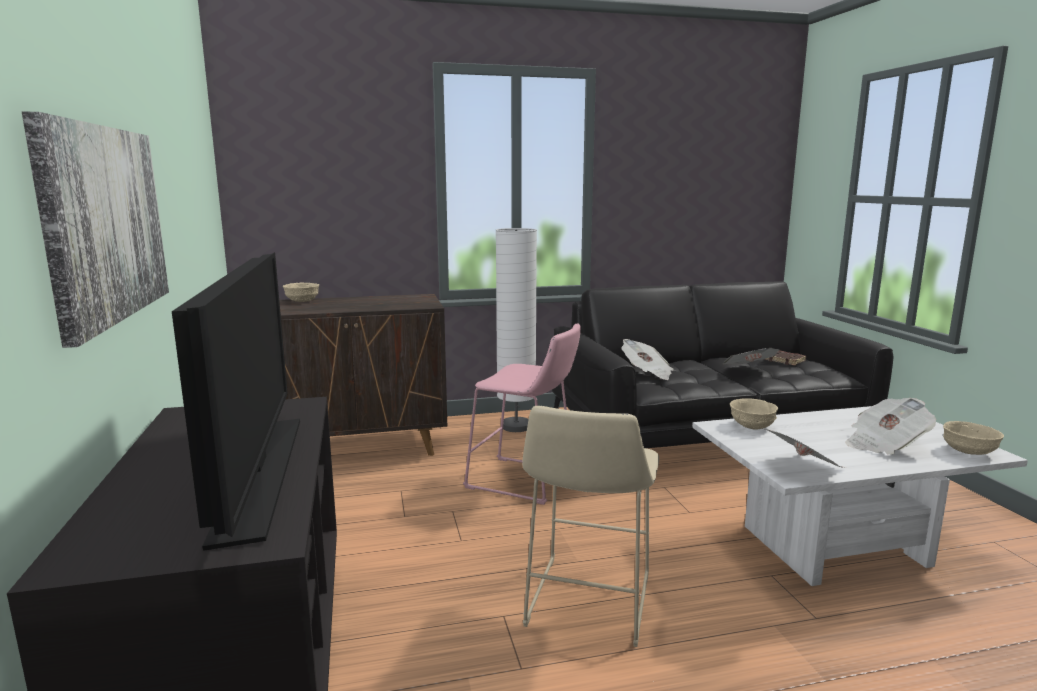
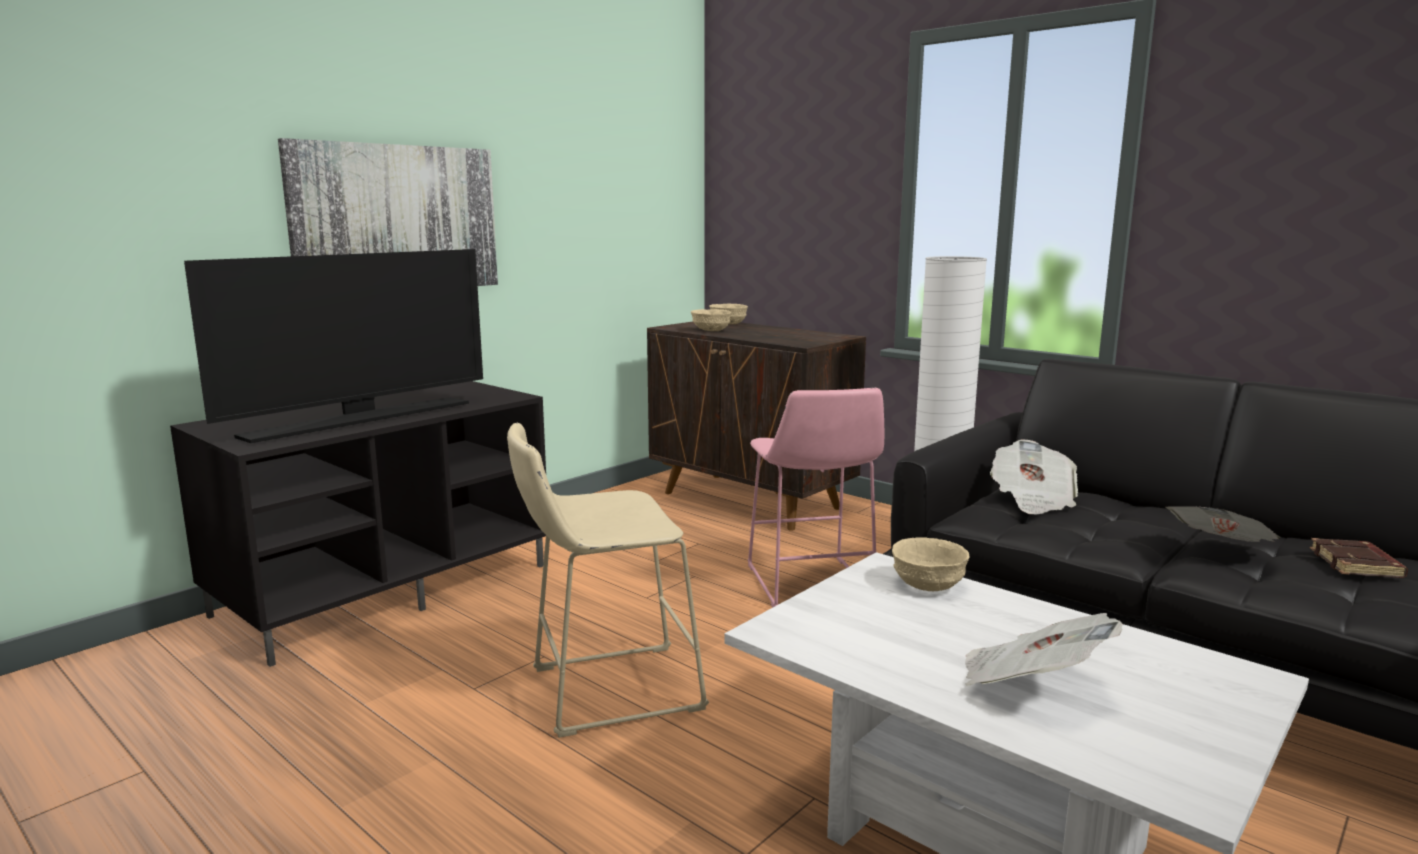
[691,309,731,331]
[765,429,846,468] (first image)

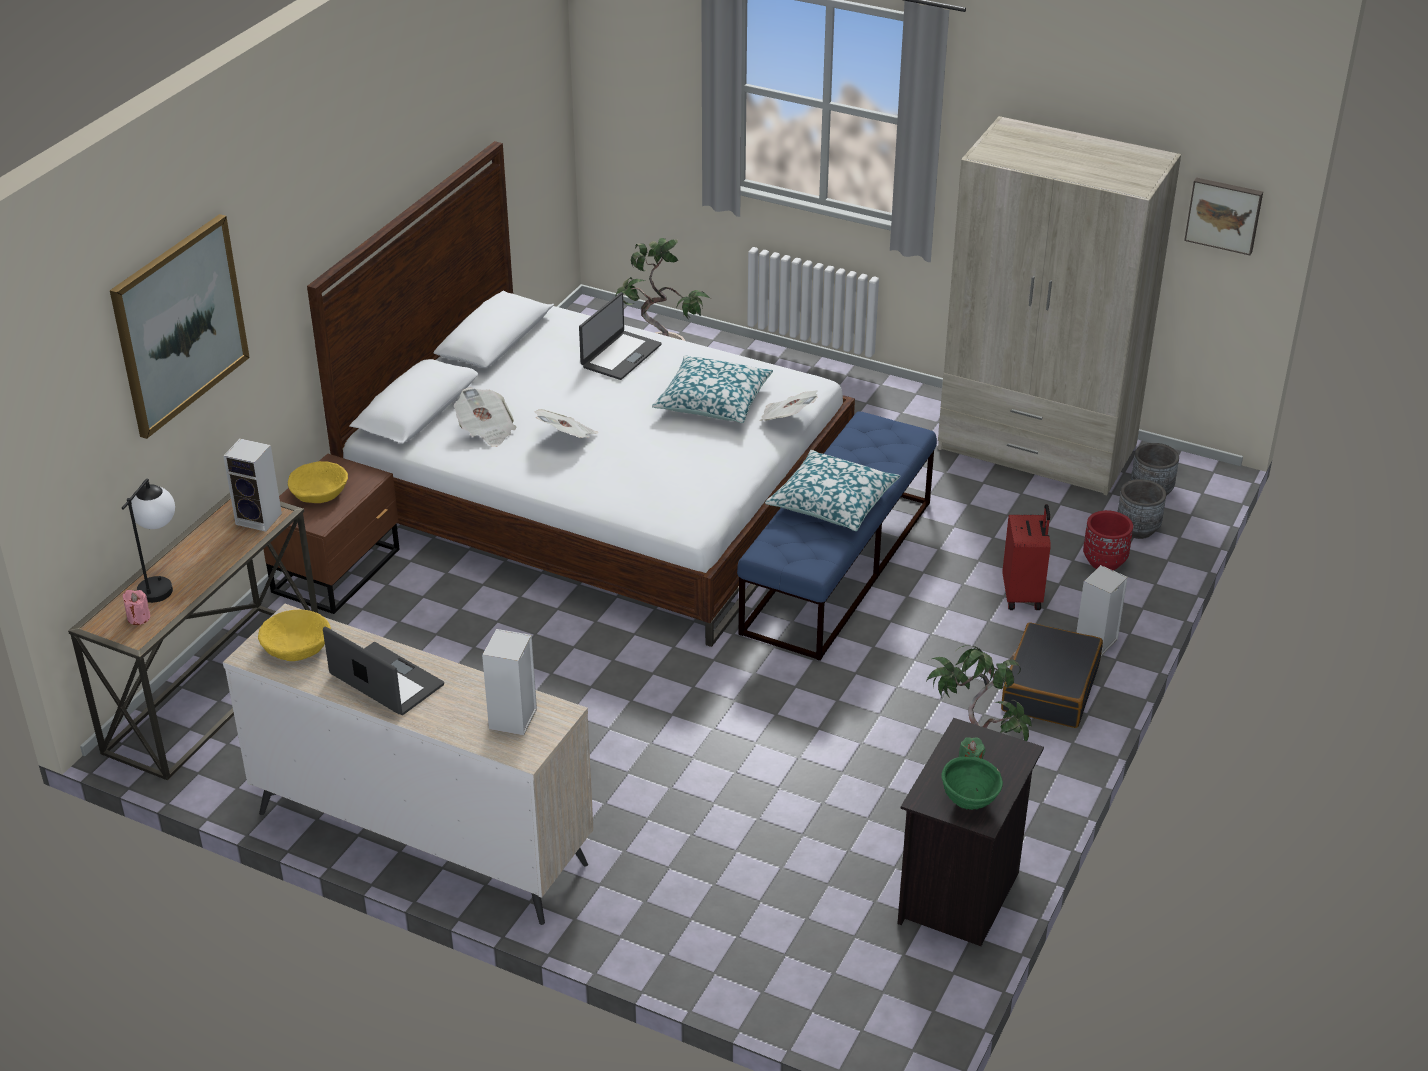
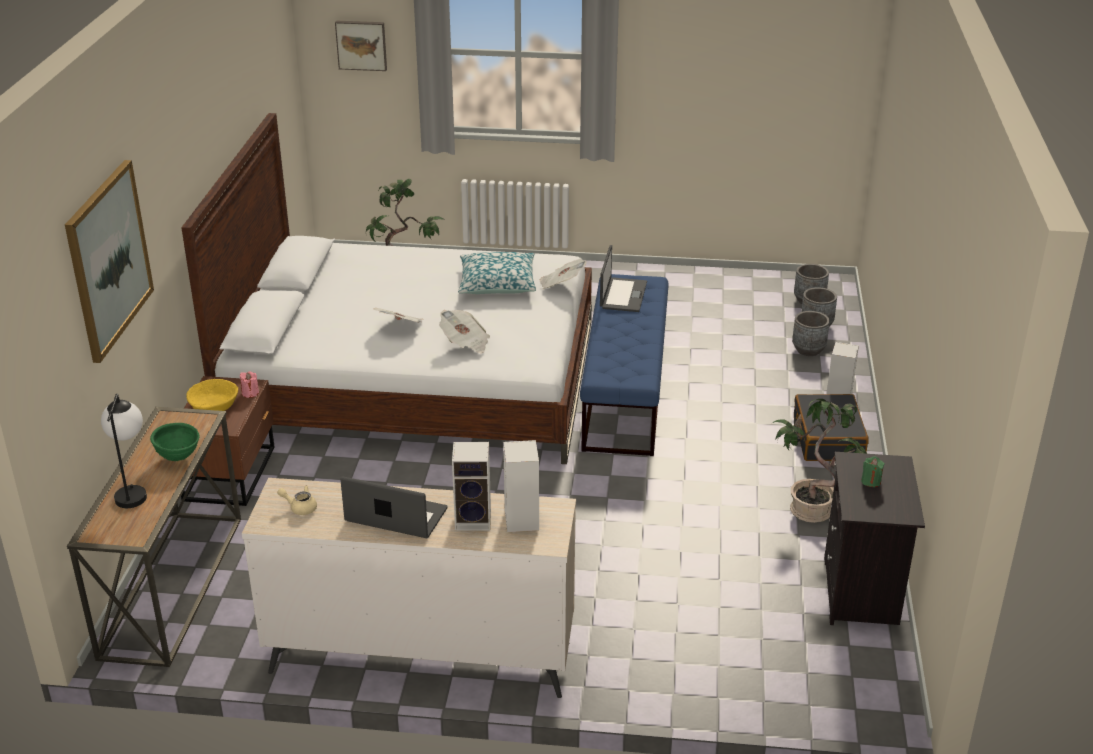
[150,423,200,461]
[240,371,259,398]
[277,485,317,515]
[335,21,387,71]
[439,310,490,353]
[452,442,491,531]
[600,245,647,312]
[792,311,830,356]
[765,450,900,531] (first image)
[938,116,1181,495] (first image)
[1003,504,1051,610] (first image)

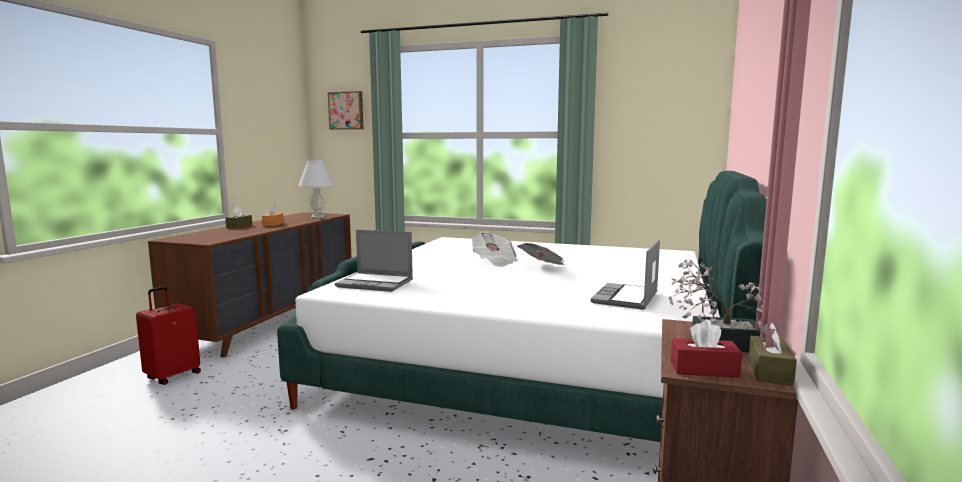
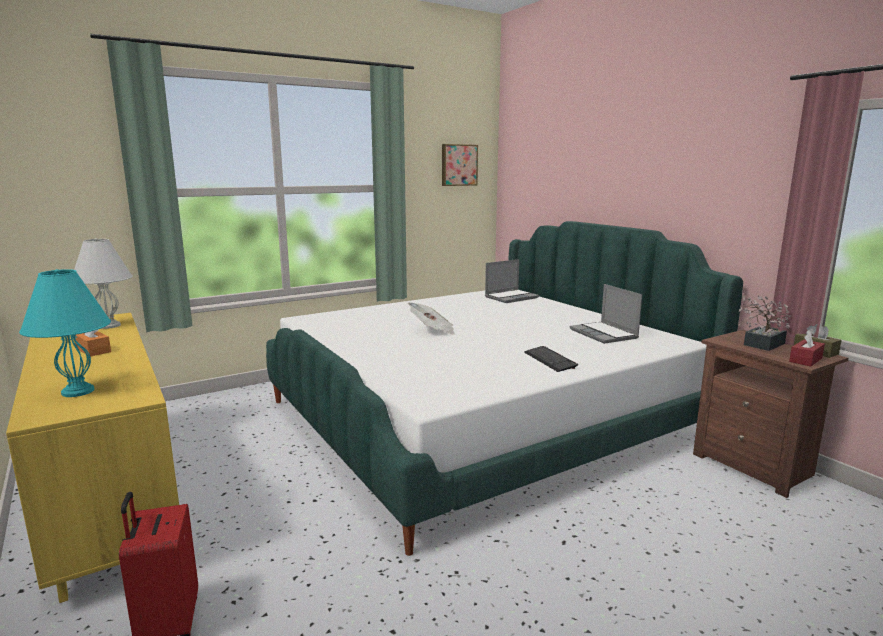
[6,313,179,603]
[19,269,111,397]
[442,144,478,186]
[485,259,539,303]
[524,346,578,372]
[225,206,252,229] (first image)
[517,243,565,265] (first image)

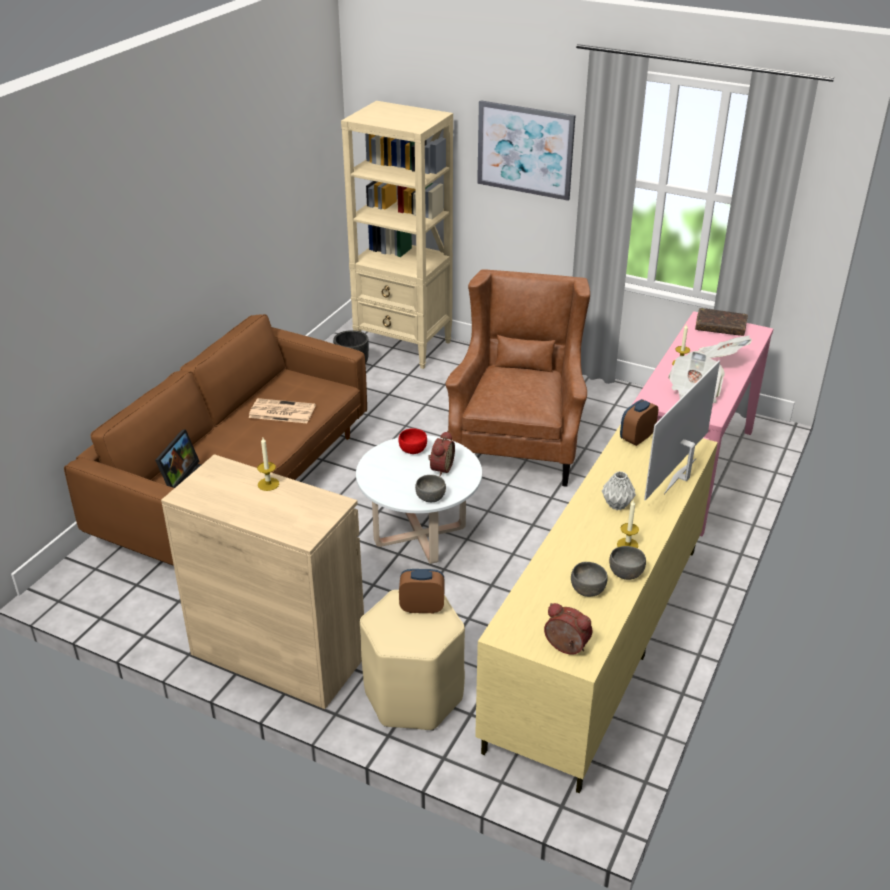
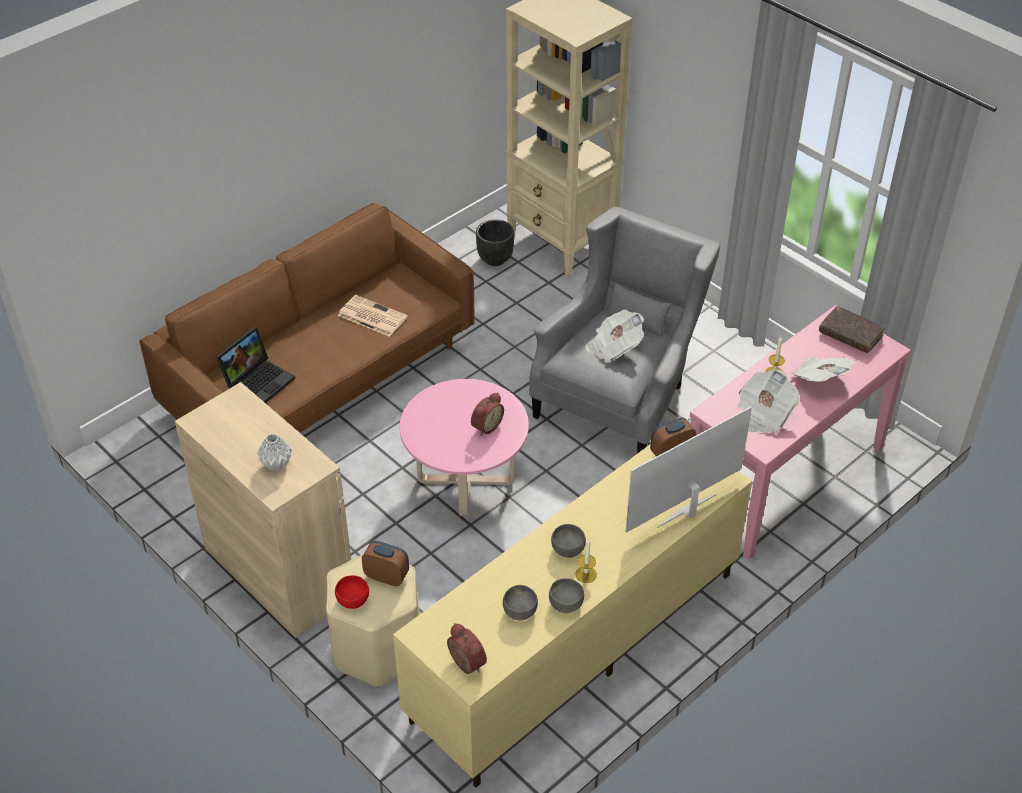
[257,434,292,471]
[335,575,369,609]
[400,379,529,516]
[529,207,720,454]
[551,524,586,558]
[585,309,644,363]
[257,438,279,491] (first image)
[477,100,575,201] (first image)

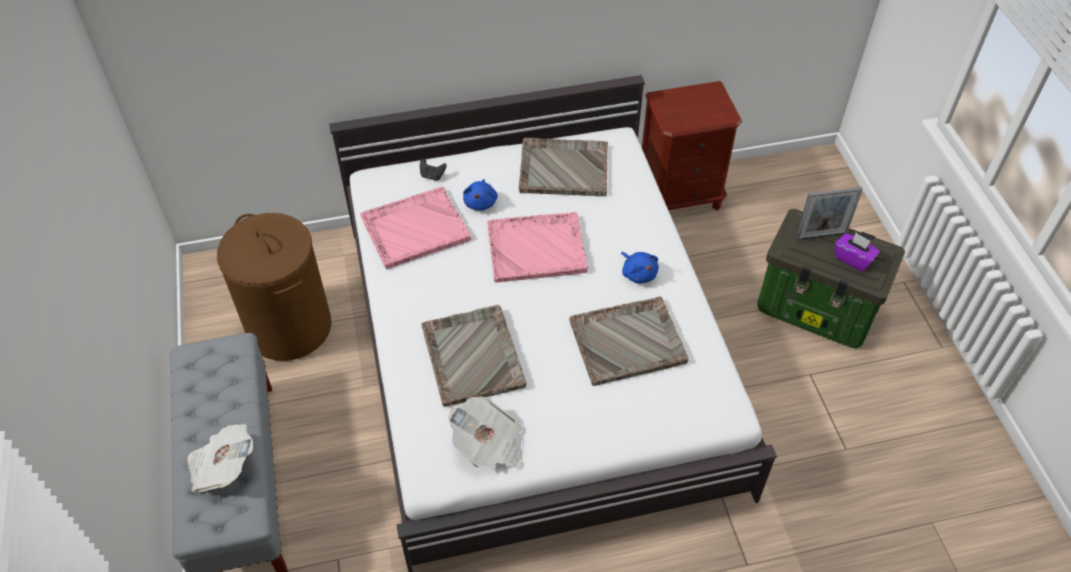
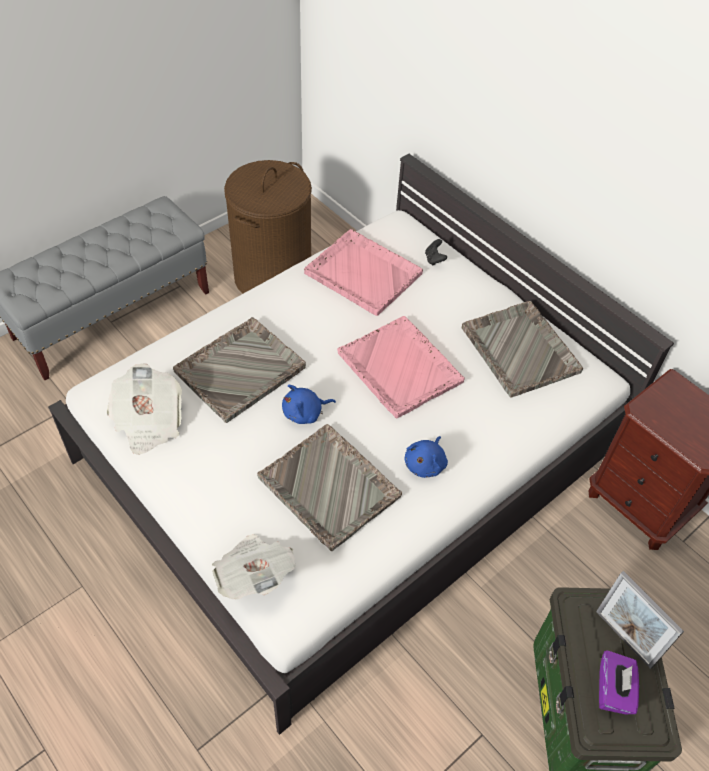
[212,534,296,600]
[282,384,336,424]

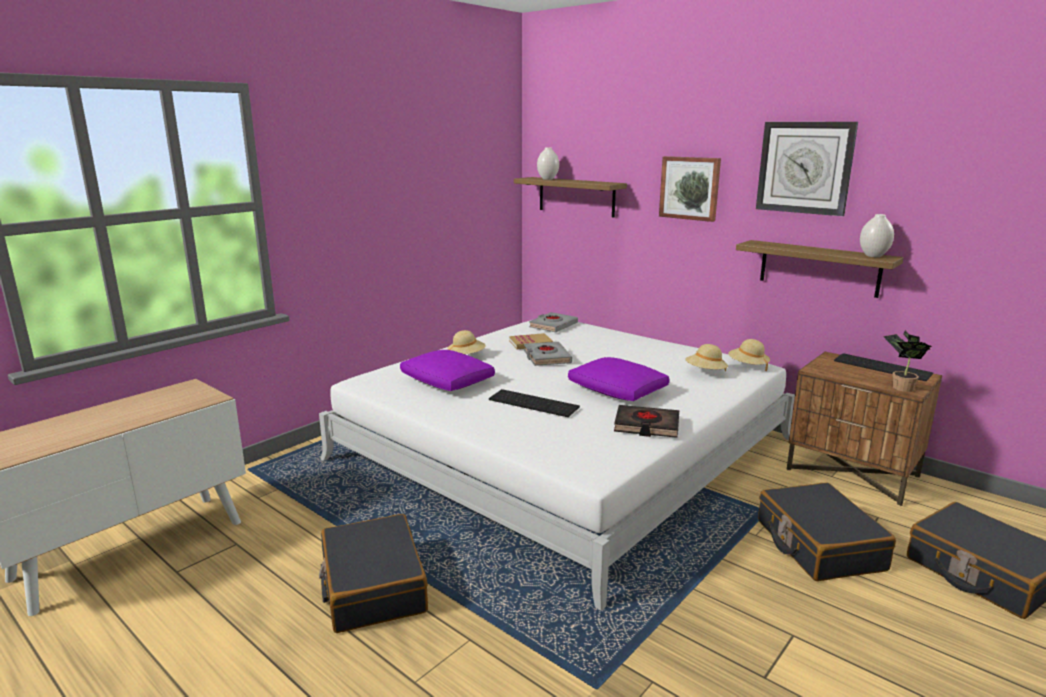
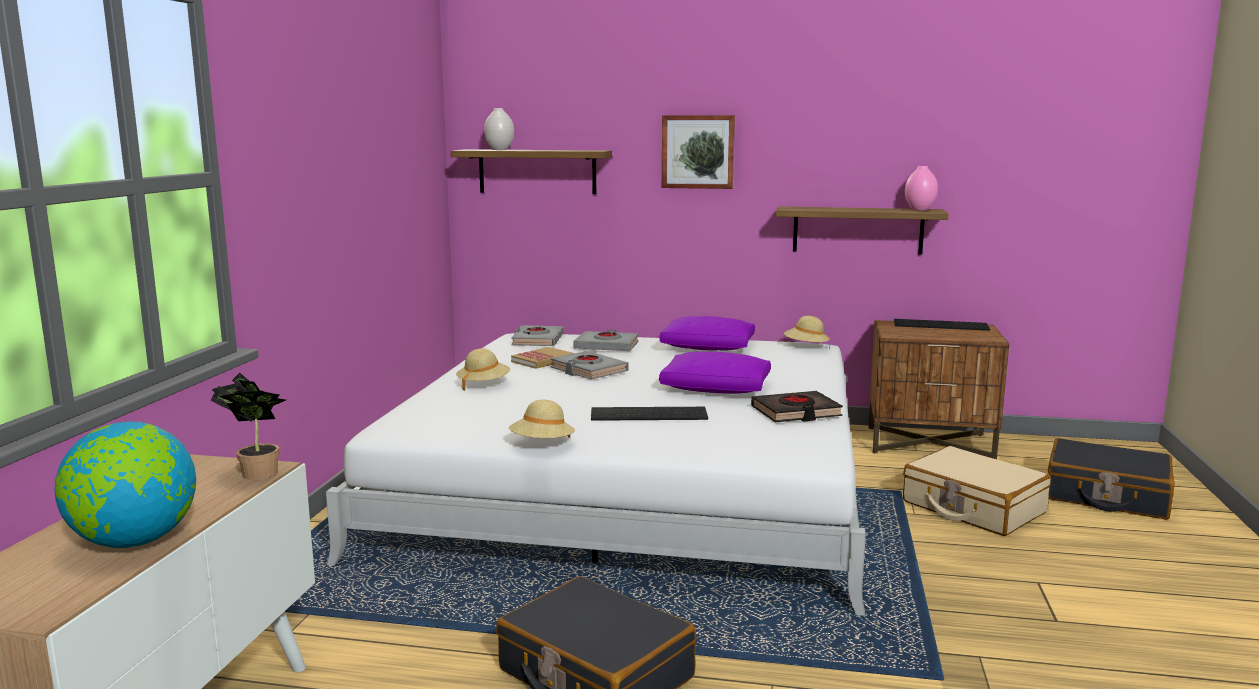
[55,421,196,548]
[211,373,286,480]
[509,400,575,438]
[574,330,639,351]
[659,316,755,351]
[903,446,1051,536]
[905,166,938,211]
[756,122,858,216] (first image)

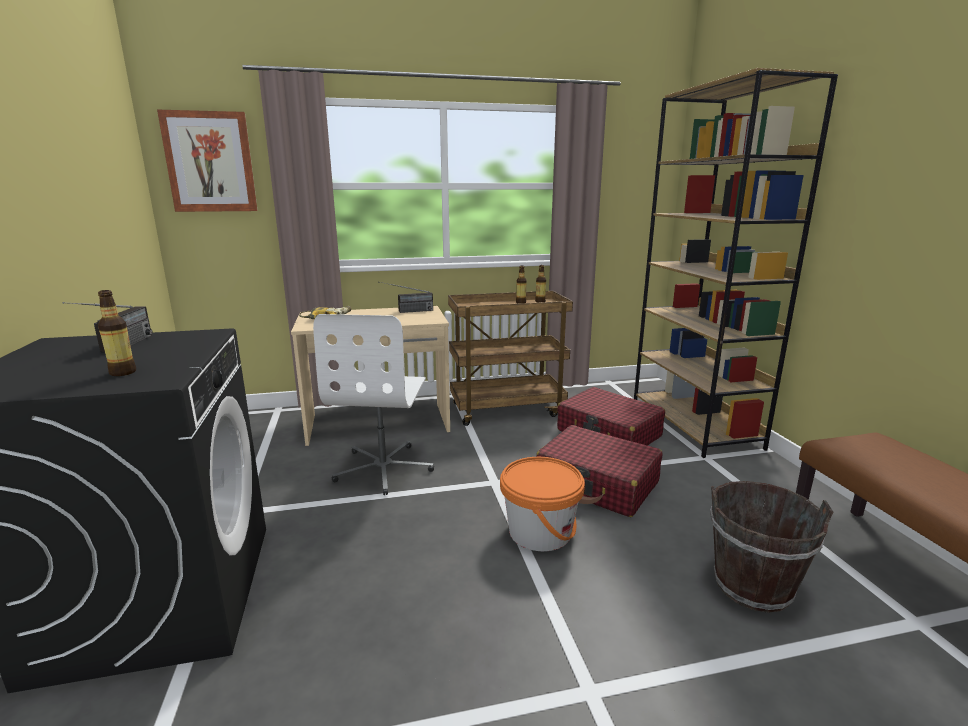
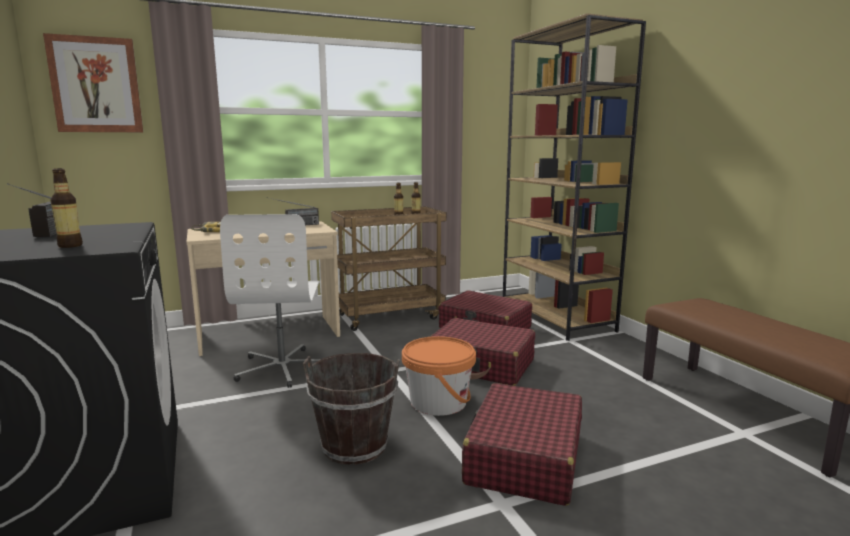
[303,353,400,465]
[462,383,582,506]

